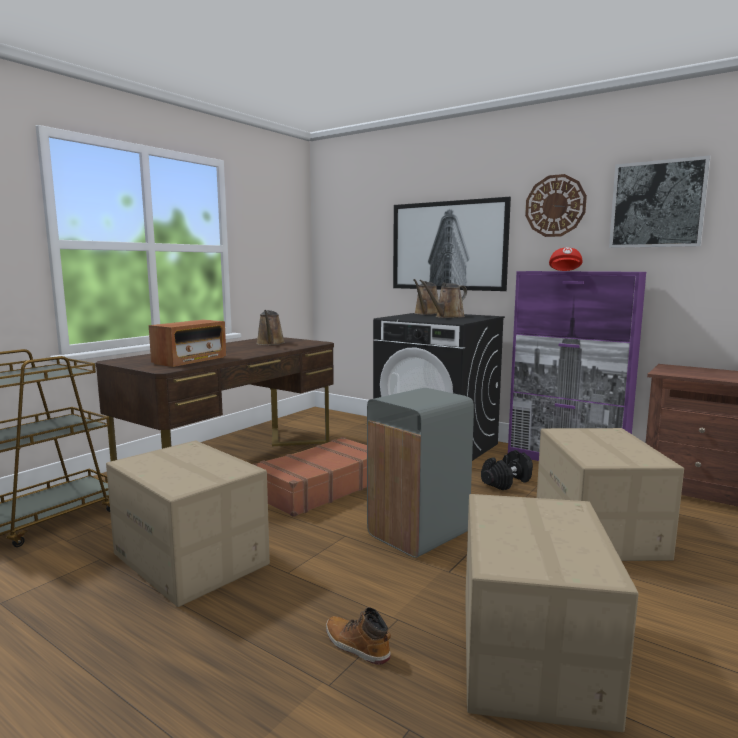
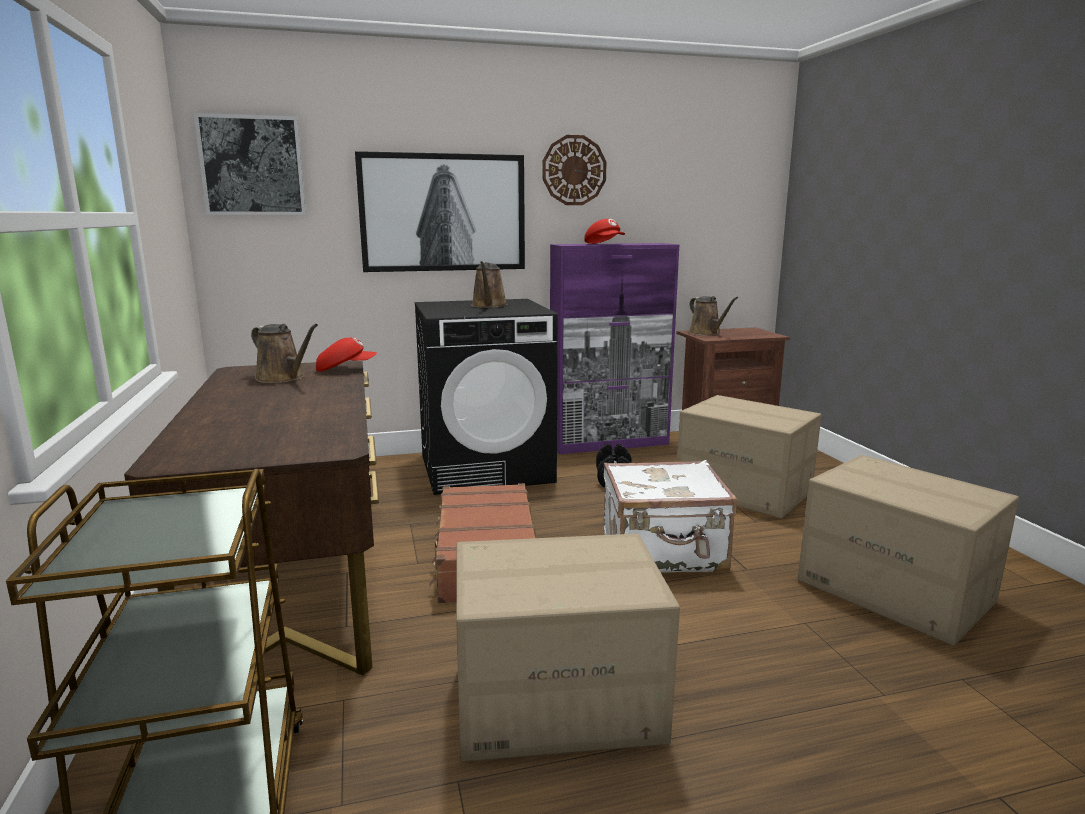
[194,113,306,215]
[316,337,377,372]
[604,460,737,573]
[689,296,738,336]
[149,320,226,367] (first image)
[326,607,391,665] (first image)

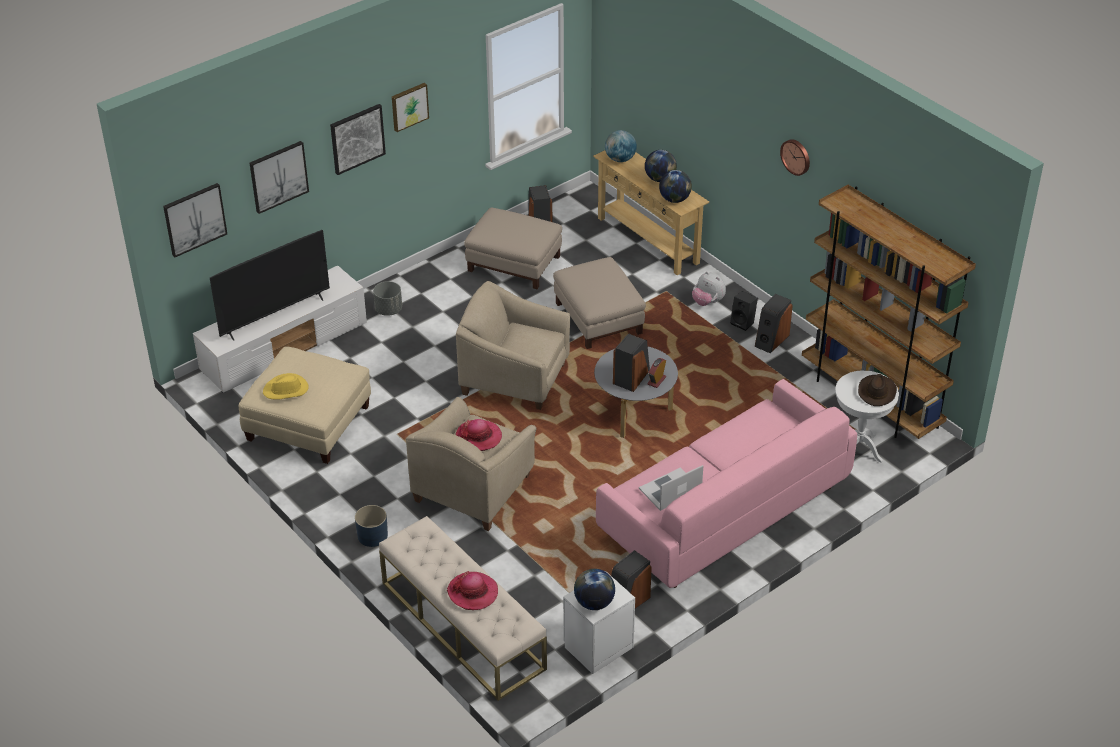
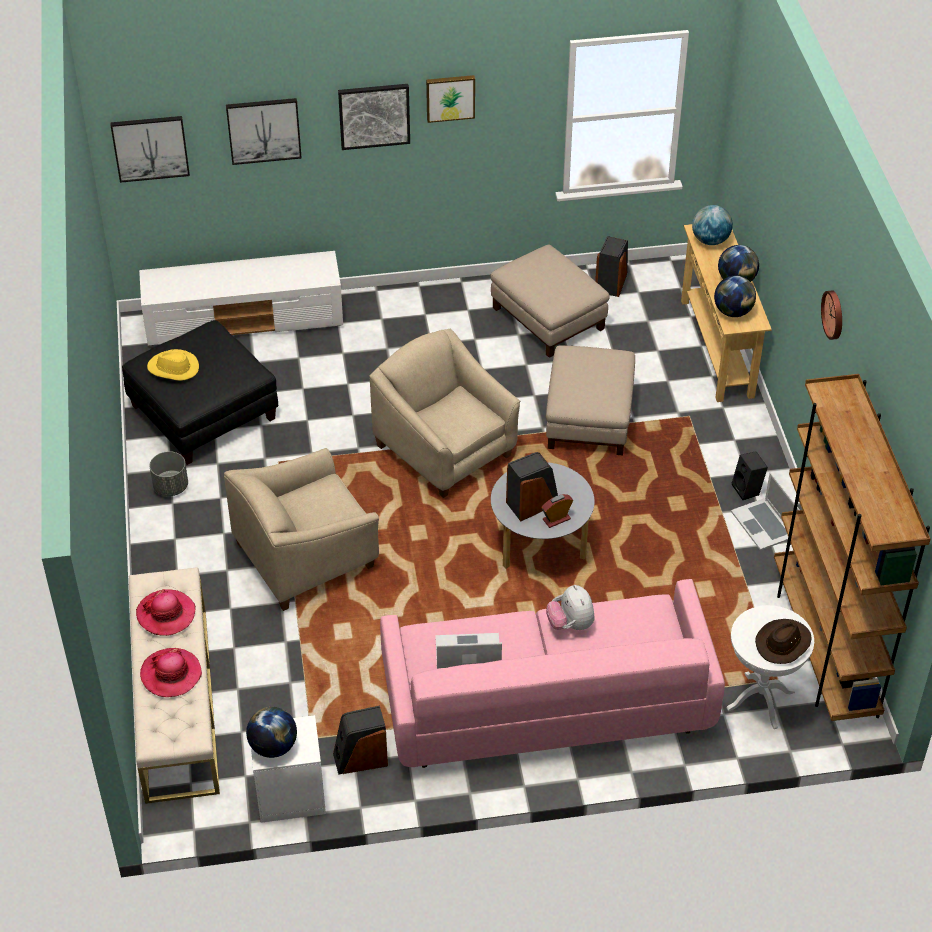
[122,320,278,465]
[136,589,196,636]
[150,451,188,496]
[546,585,594,630]
[731,473,800,550]
[210,230,330,341] (first image)
[355,505,388,547] (first image)

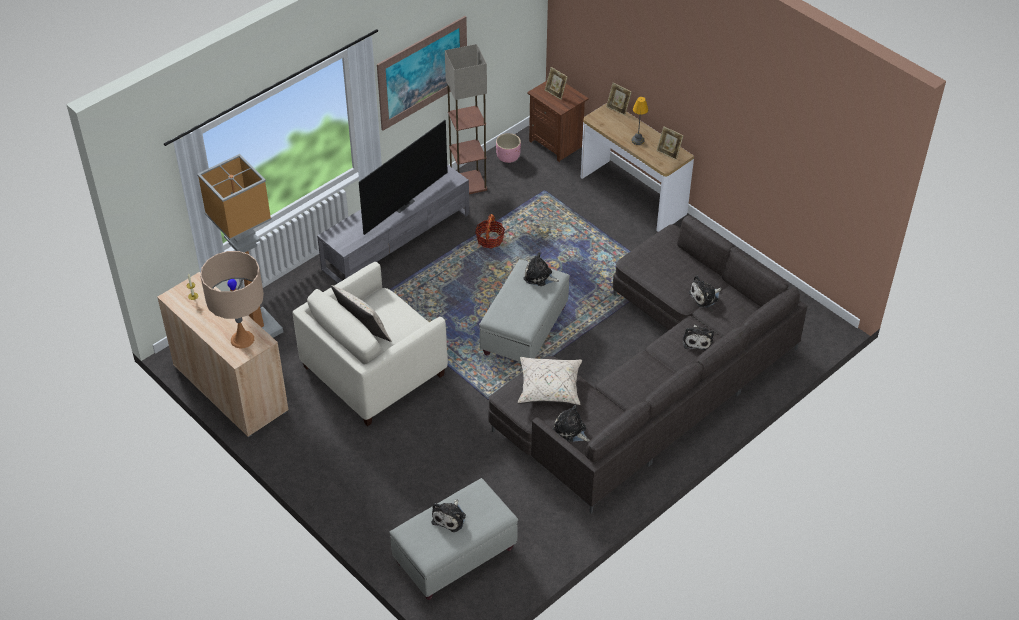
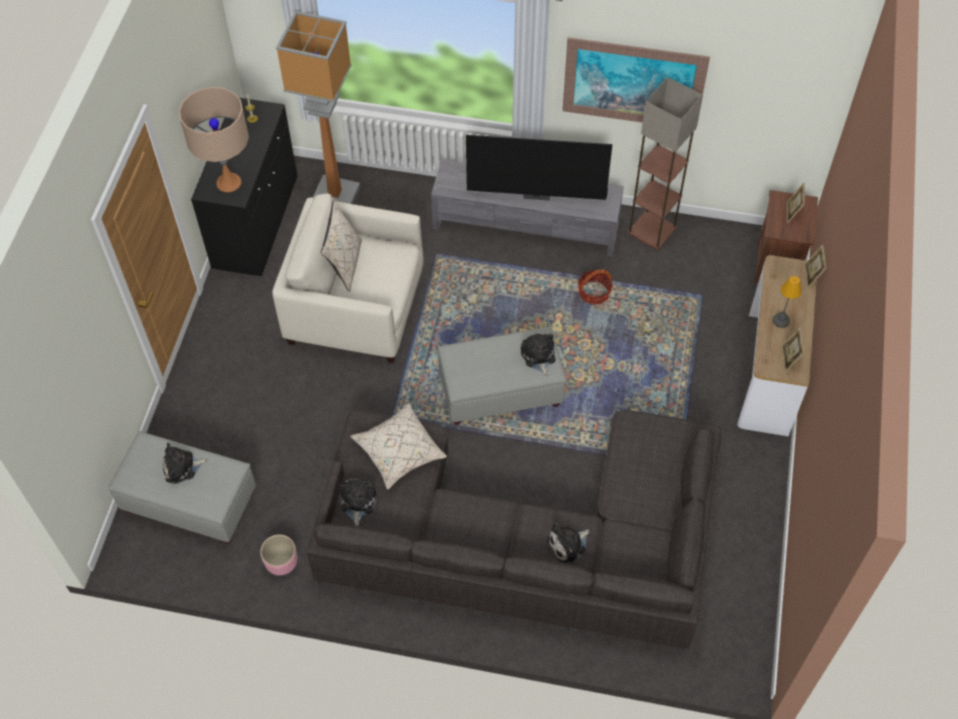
[191,98,297,277]
[260,534,297,575]
[688,275,722,308] (first image)

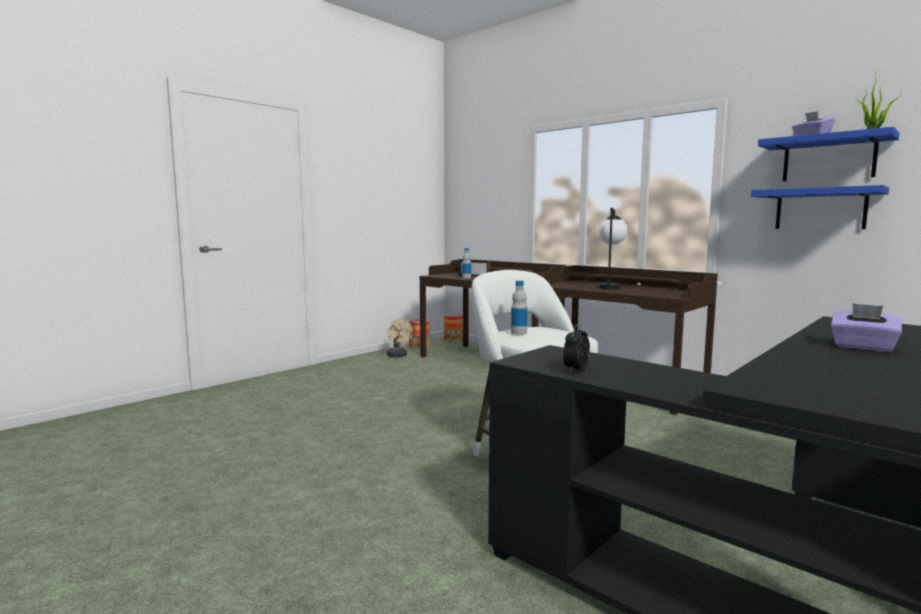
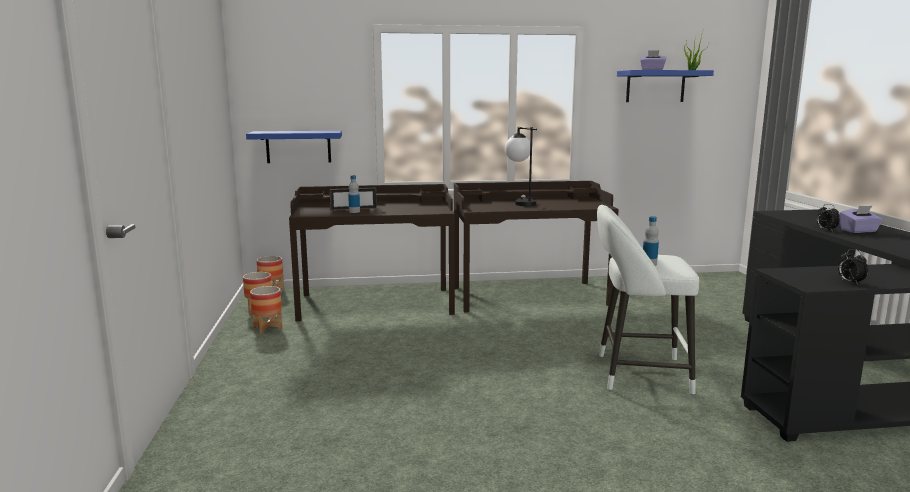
[246,131,342,163]
[250,286,282,334]
[817,204,840,230]

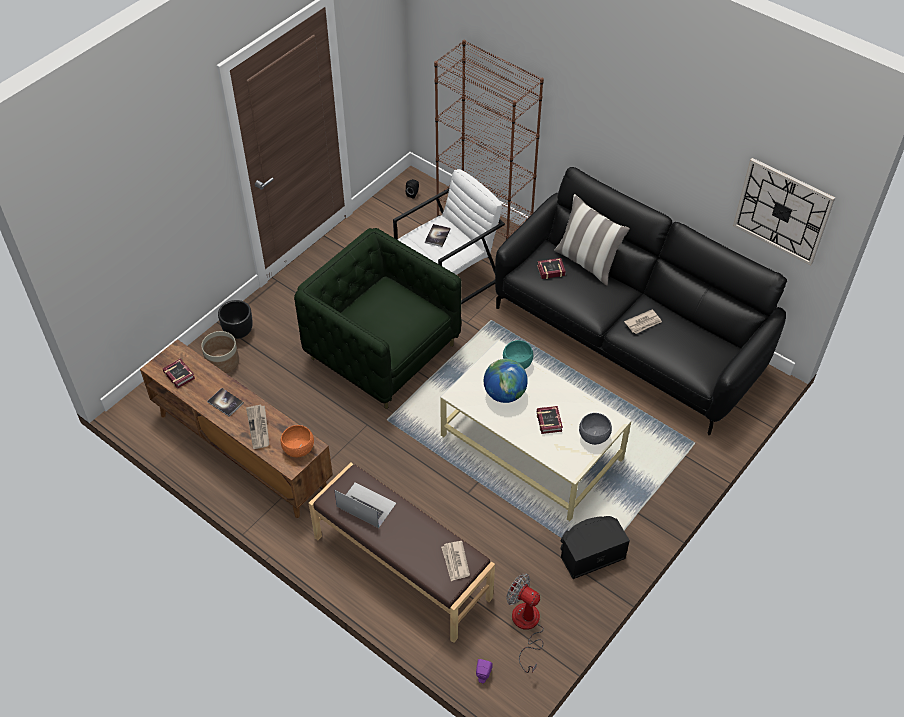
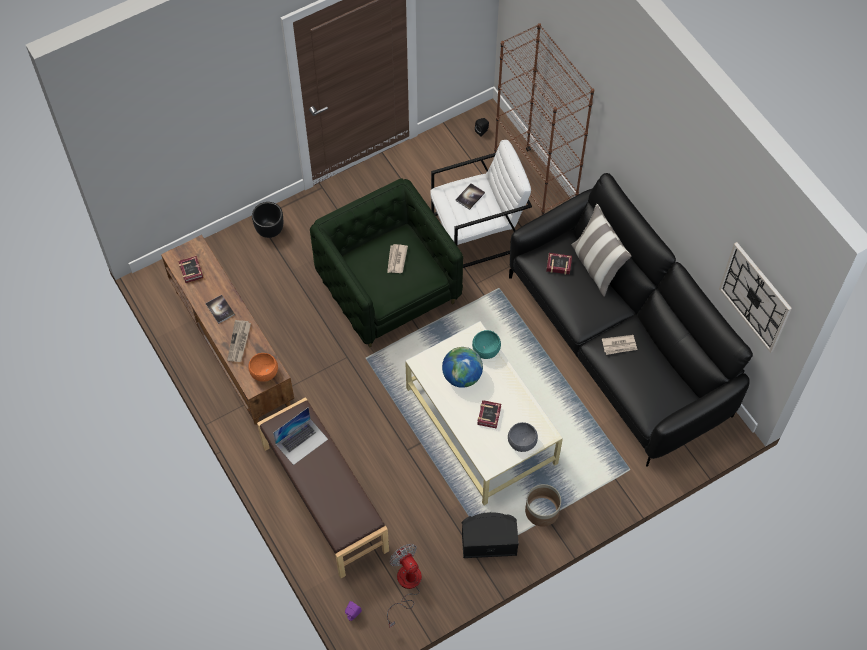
[273,407,328,465]
[387,244,408,273]
[525,484,561,527]

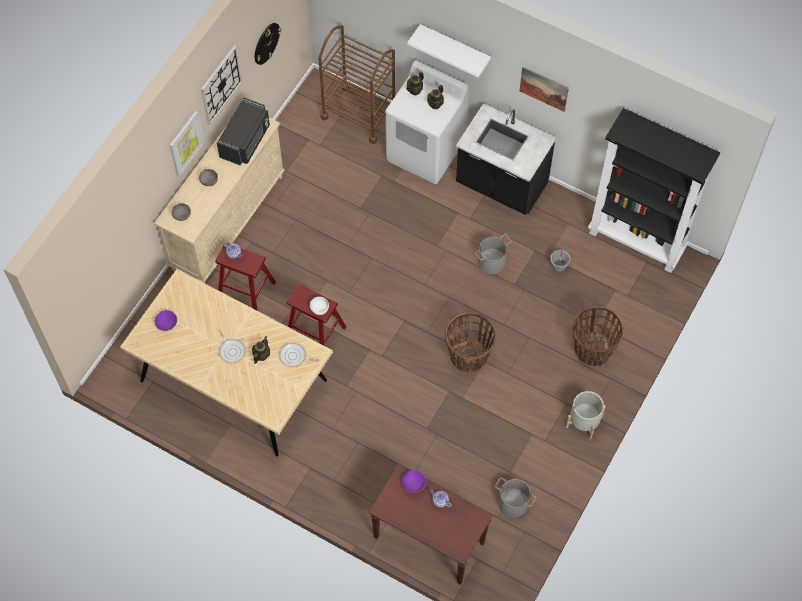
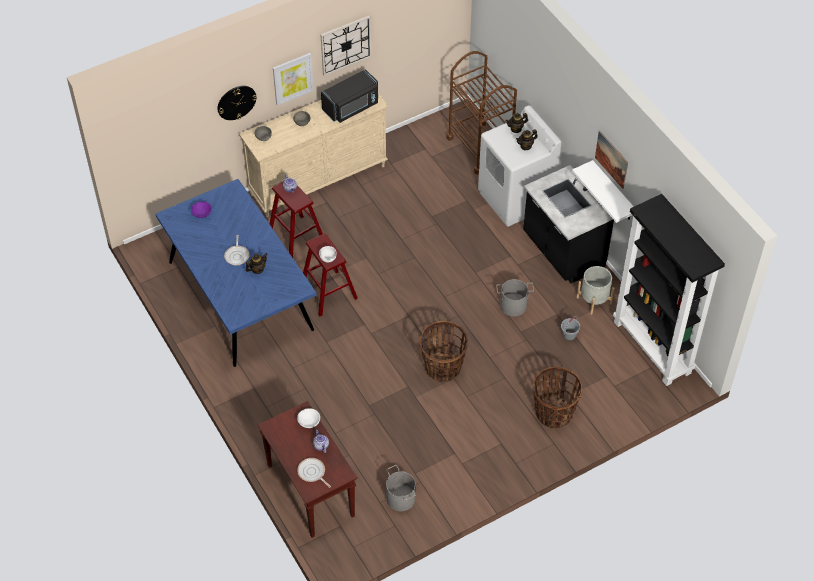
[156,179,316,367]
[218,86,257,120]
[297,408,320,428]
[297,458,331,488]
[572,160,634,223]
[577,266,615,315]

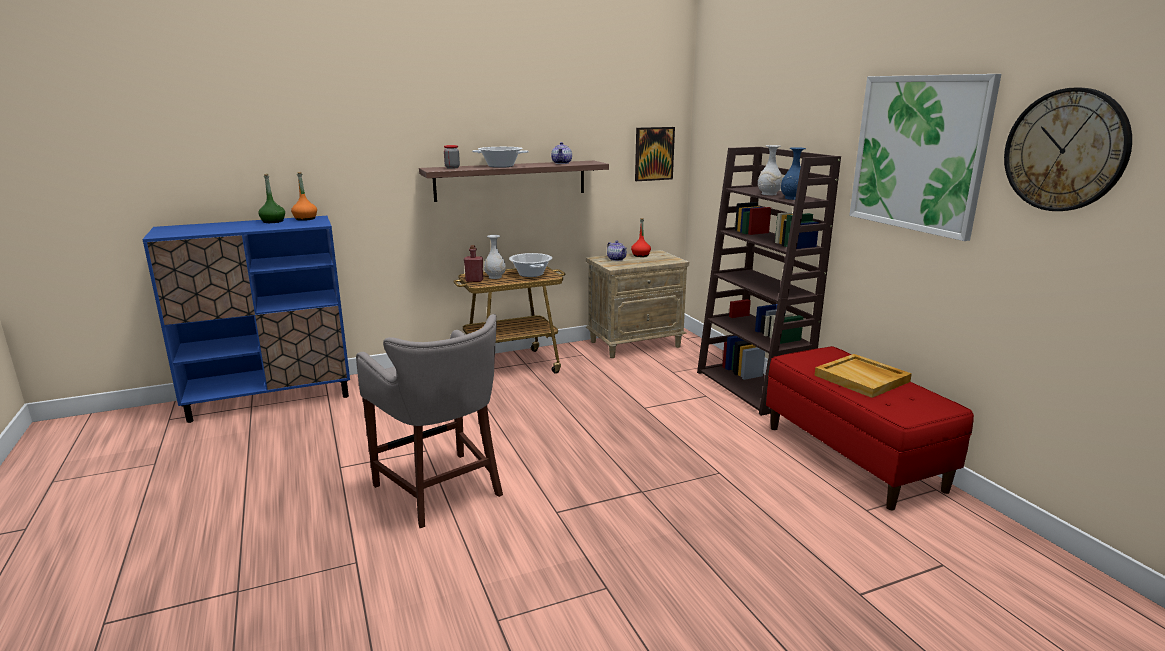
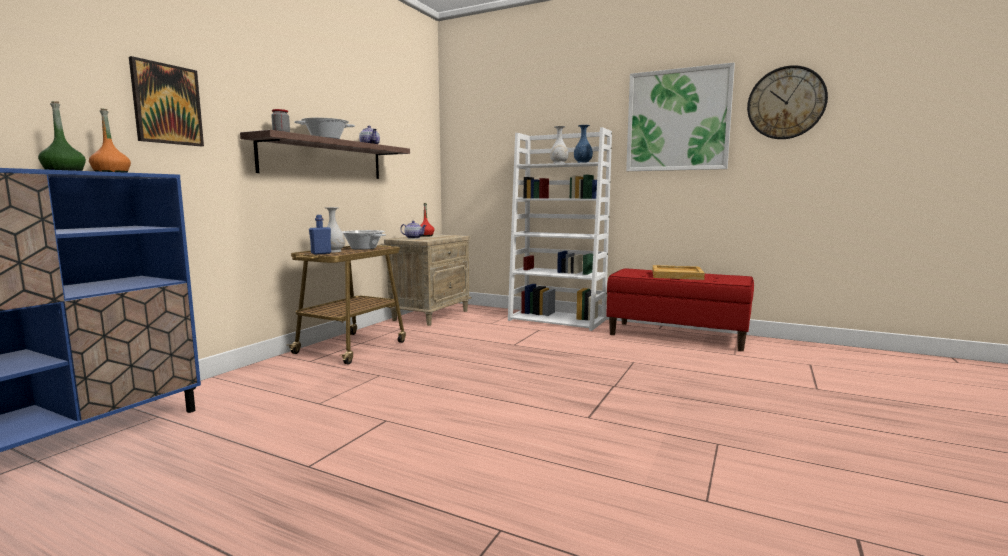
[129,56,204,146]
[309,215,331,254]
[508,127,612,331]
[356,314,503,528] (first image)

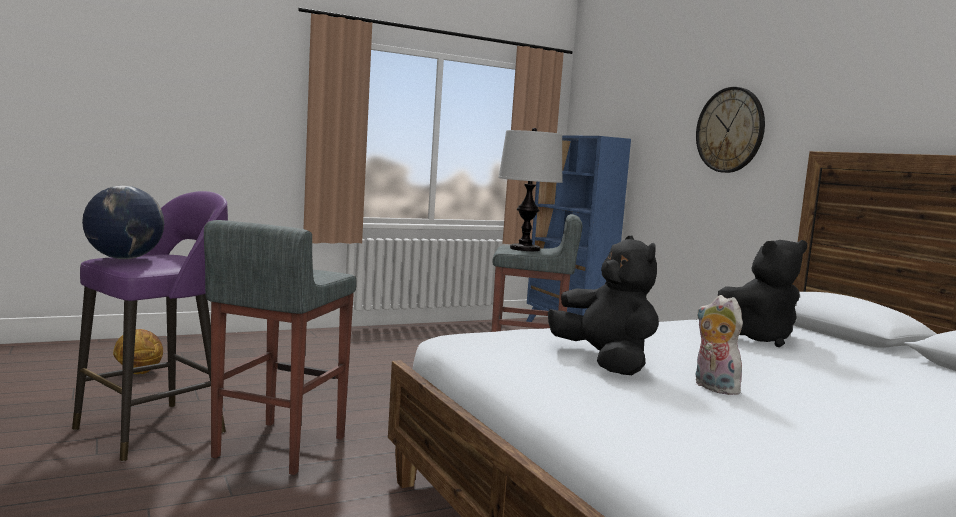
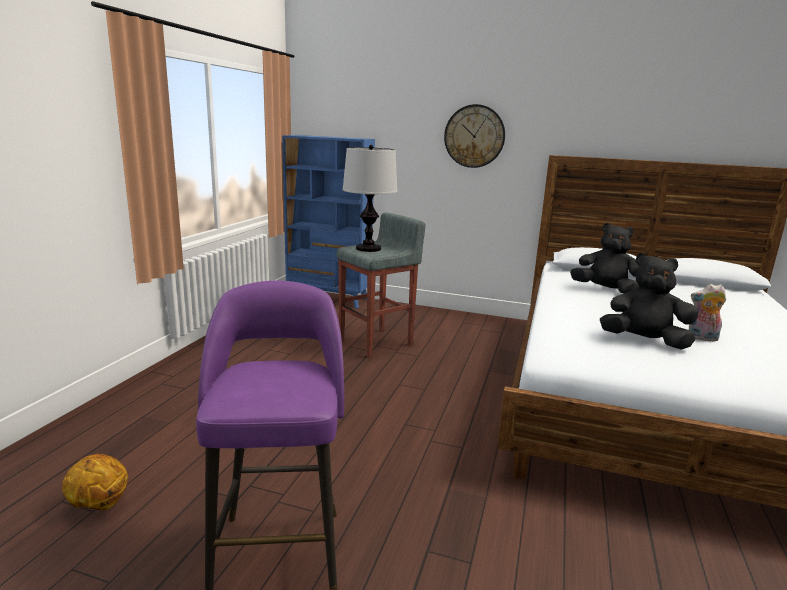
[570,223,639,294]
[82,186,164,259] (first image)
[204,220,357,475] (first image)

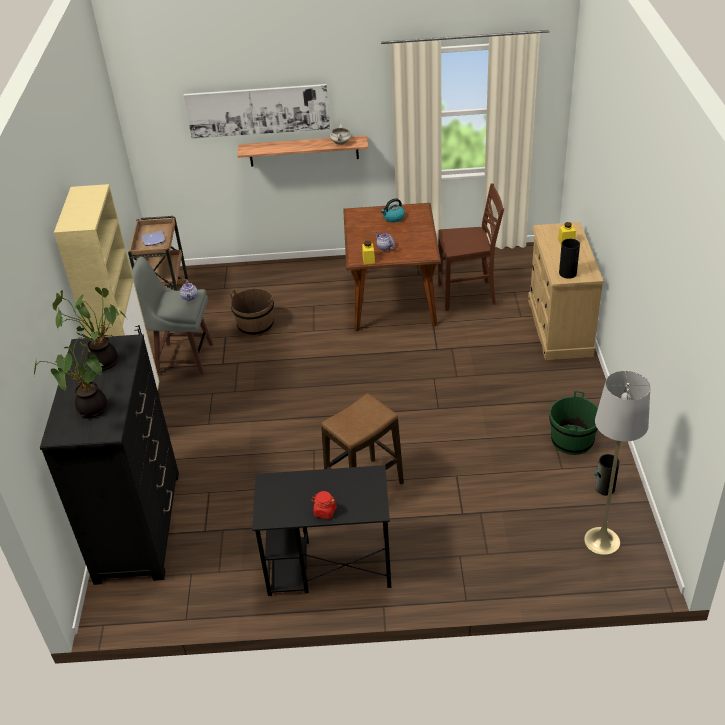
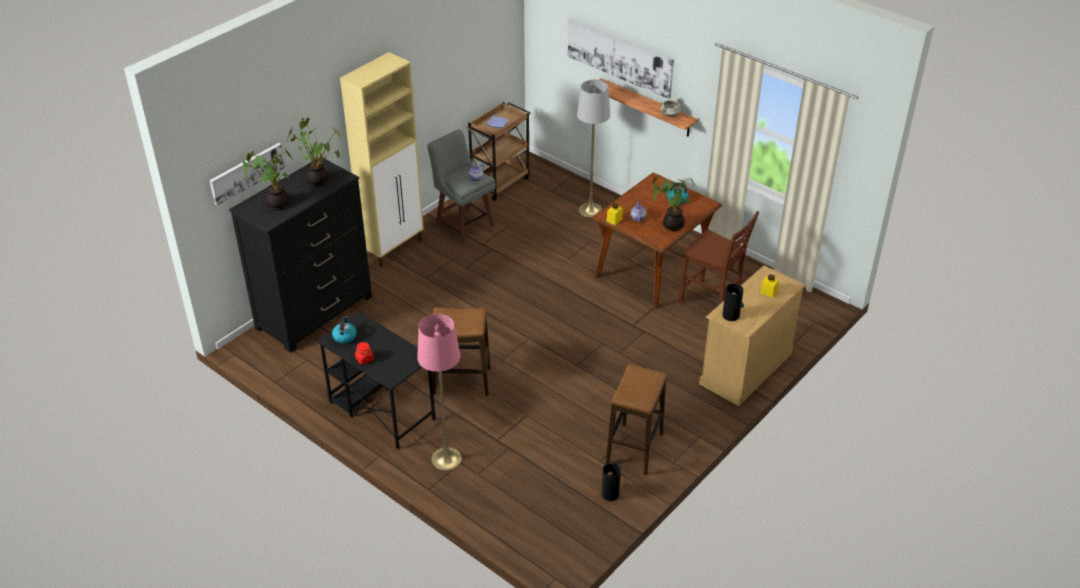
[210,143,285,206]
[332,316,357,344]
[417,314,462,471]
[577,80,610,218]
[606,364,667,475]
[652,175,695,231]
[230,288,274,337] (first image)

